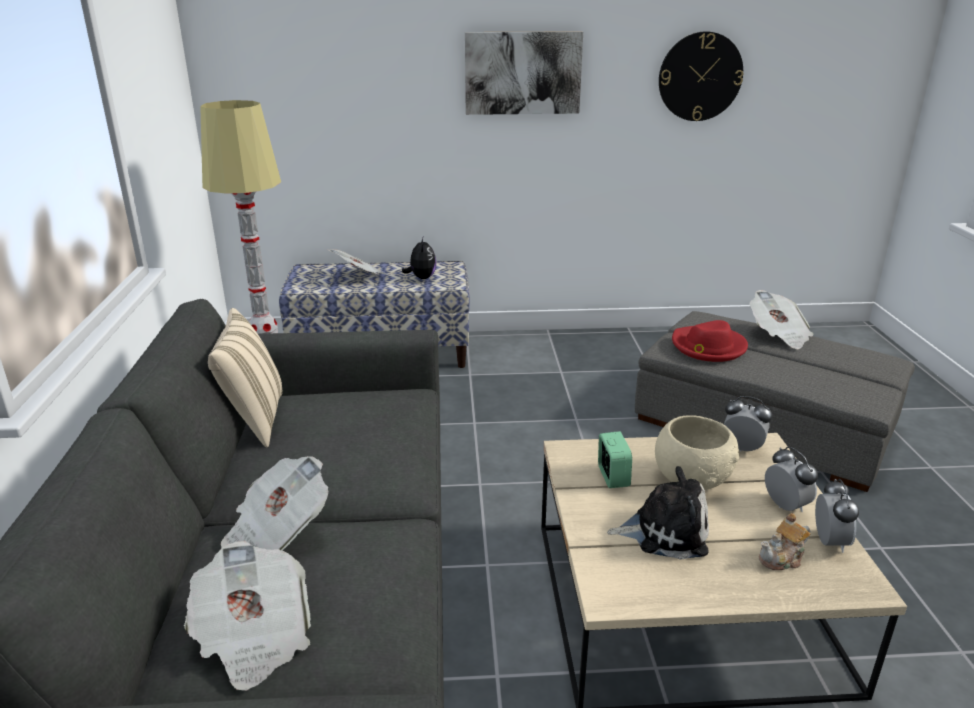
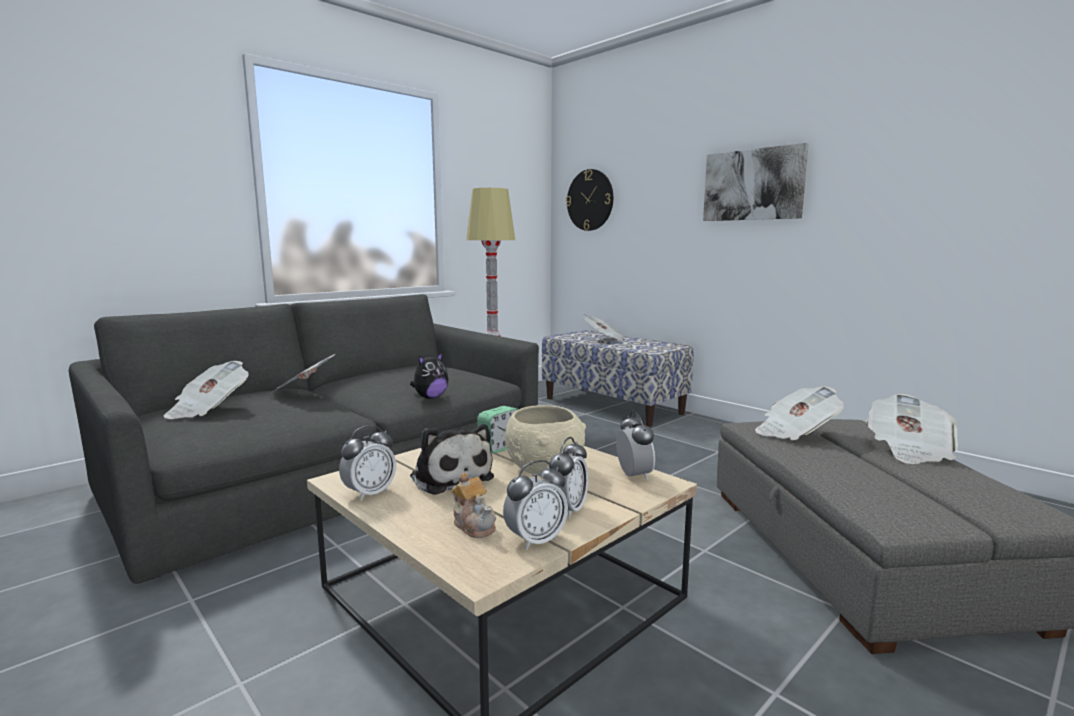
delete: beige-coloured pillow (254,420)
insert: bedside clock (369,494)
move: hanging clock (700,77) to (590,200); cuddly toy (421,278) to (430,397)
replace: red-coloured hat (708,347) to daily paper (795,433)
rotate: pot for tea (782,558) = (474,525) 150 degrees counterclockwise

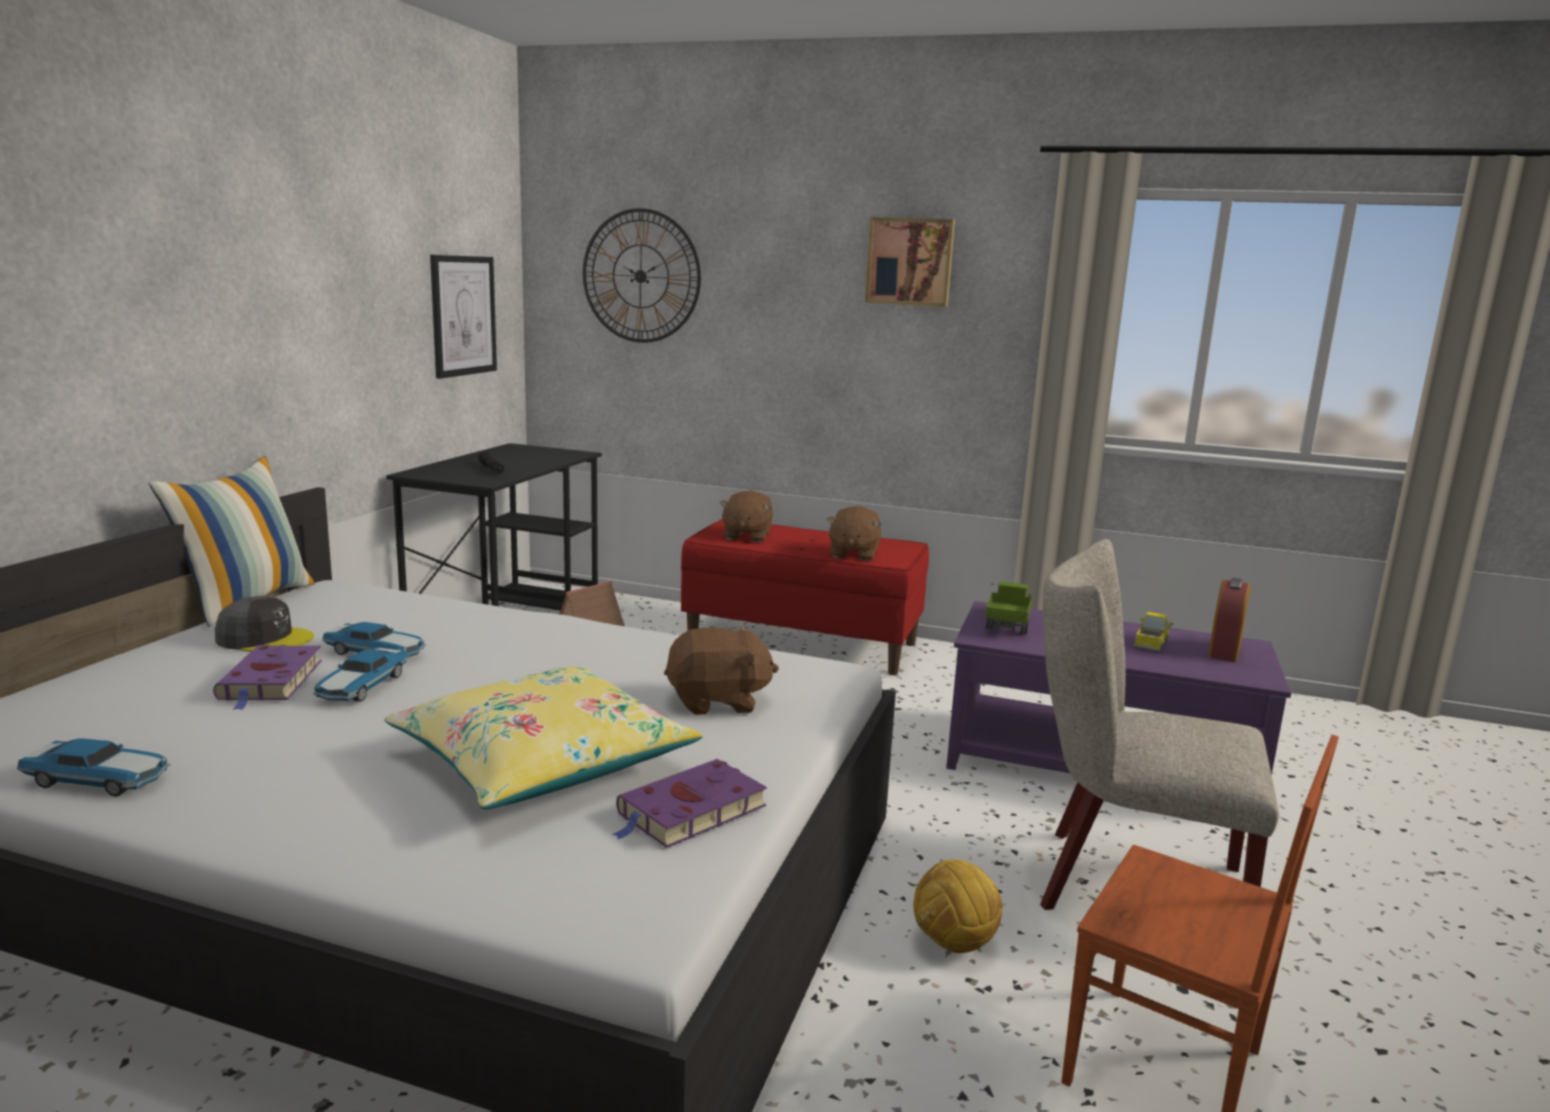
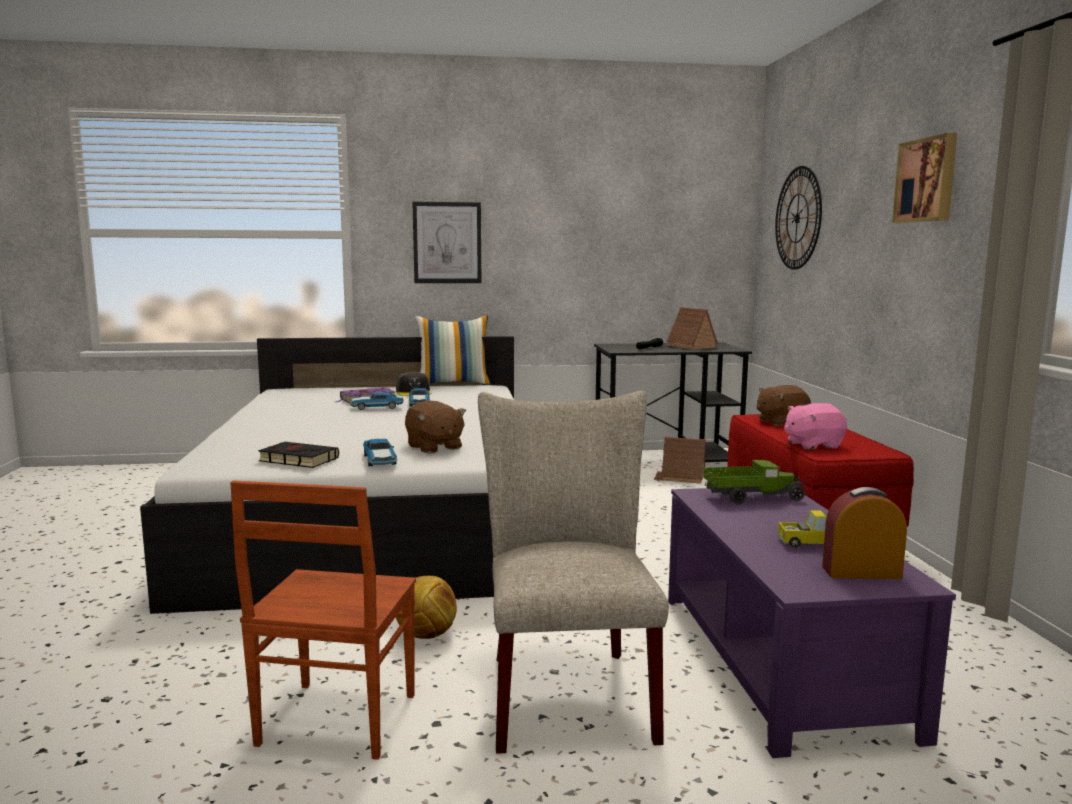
delete: yellow-coloured pillow (542,761)
insert: model house (689,346)
move: picture (463,315) to (447,242); miniature car (100,780) to (380,460)
recolor: brownish cuddly toy (853,554) to pinkish cuddly toy (812,445); purple bound book (689,812) to blackish bound book (296,459)

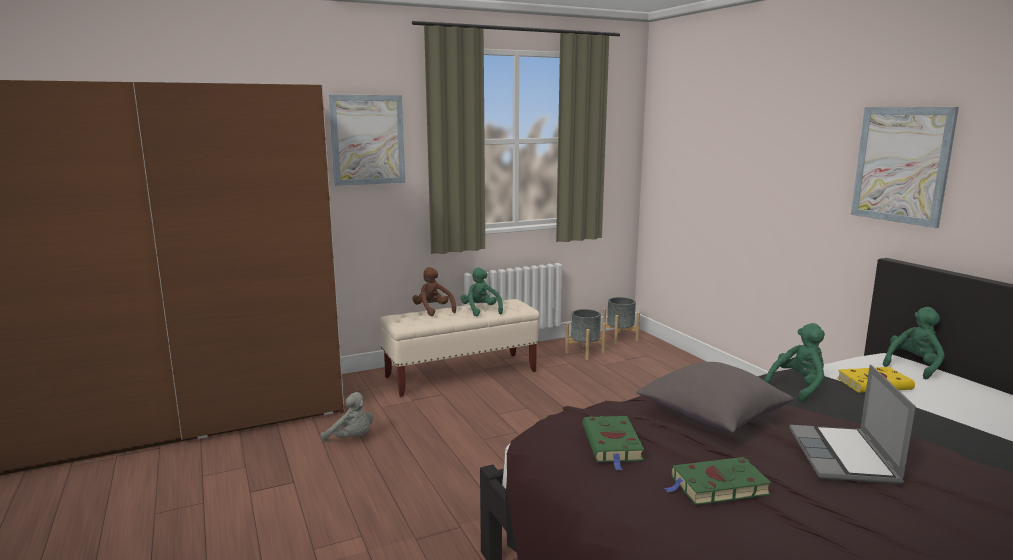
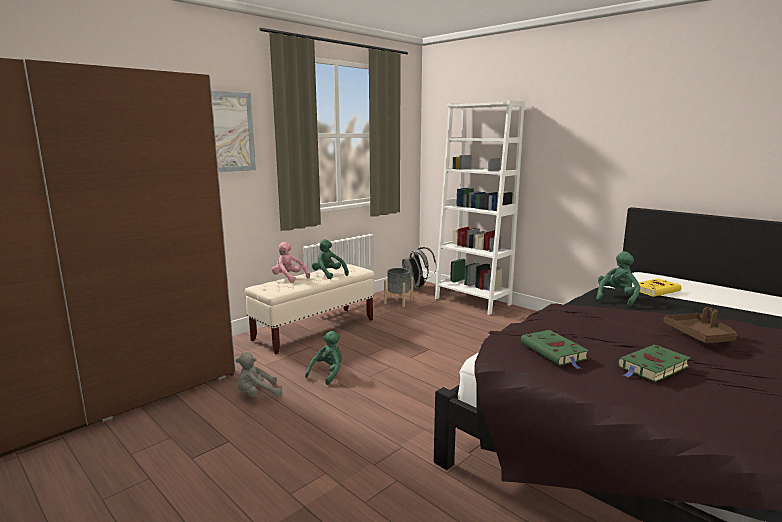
delete: picture (901,165); grey pillow (711,417)
insert: white shelving unit (472,301)
move: green cuddly toy (913,366) to (327,373)
replace: grey flower pot (620,338) to grey knapsack (416,288); portable computer (844,457) to brownish carrying tray (699,335)
recolor: brownish cuddly toy (433,310) to pinkish cuddly toy (289,278)
rotate: grey cuddly toy (352,438) = (257,395) 150 degrees clockwise

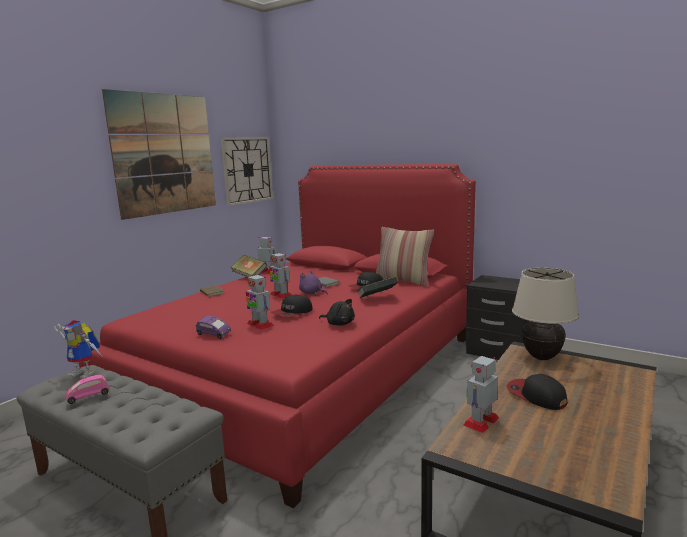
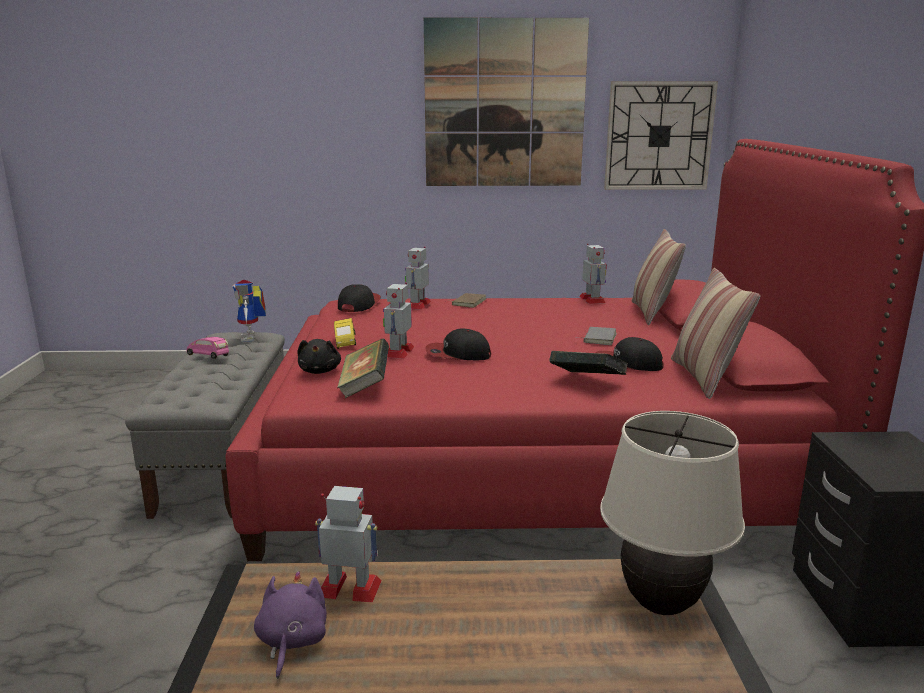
insert: pillow (652,313)
move: robot figure (281,295) to (417,305); bound book (249,276) to (364,387); purple cuddly toy (312,293) to (291,642); blackish cuddly toy (339,323) to (320,371); baseball cap (536,396) to (358,304)
recolor: purple miniature car (213,335) to yellow-coloured miniature car (344,343)

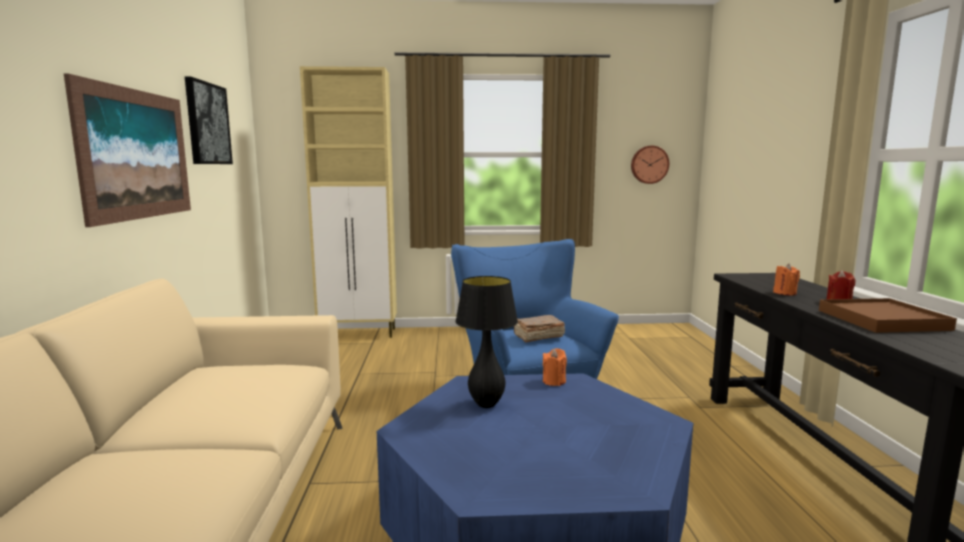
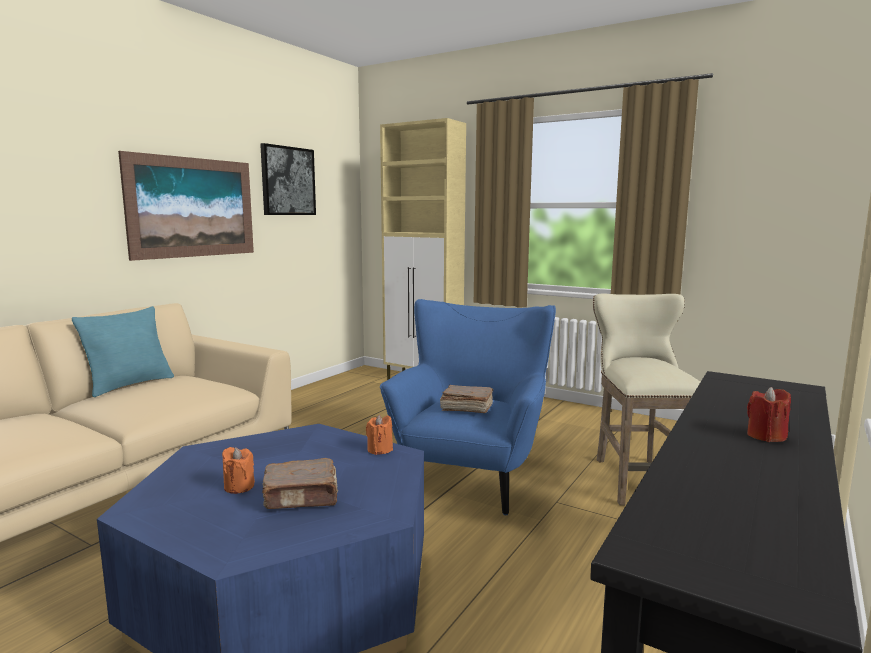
delete: hanging clock (649,164); blackish lamp for a table (486,404); brownish carrying tray (882,320)
insert: beige-coloured sitting stool (638,478); turquoise pillow (130,385); brownish bound book (302,498)
move: orange-coloured wax light (784,293) to (239,487)

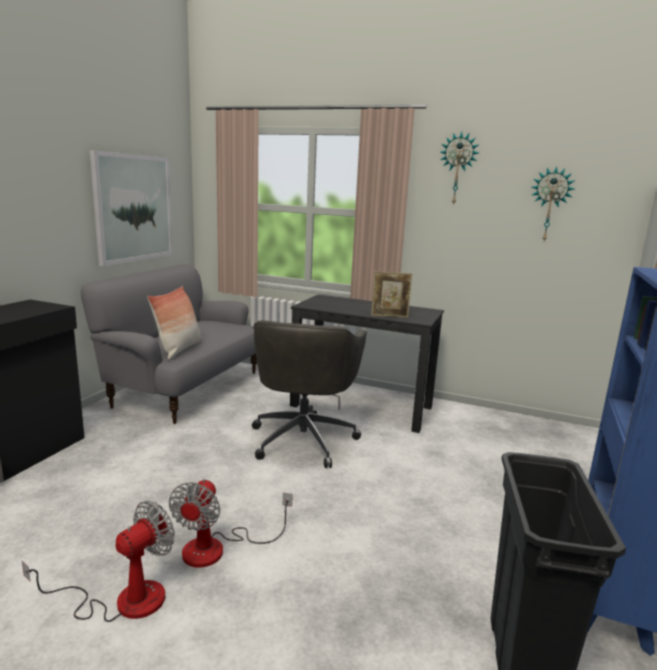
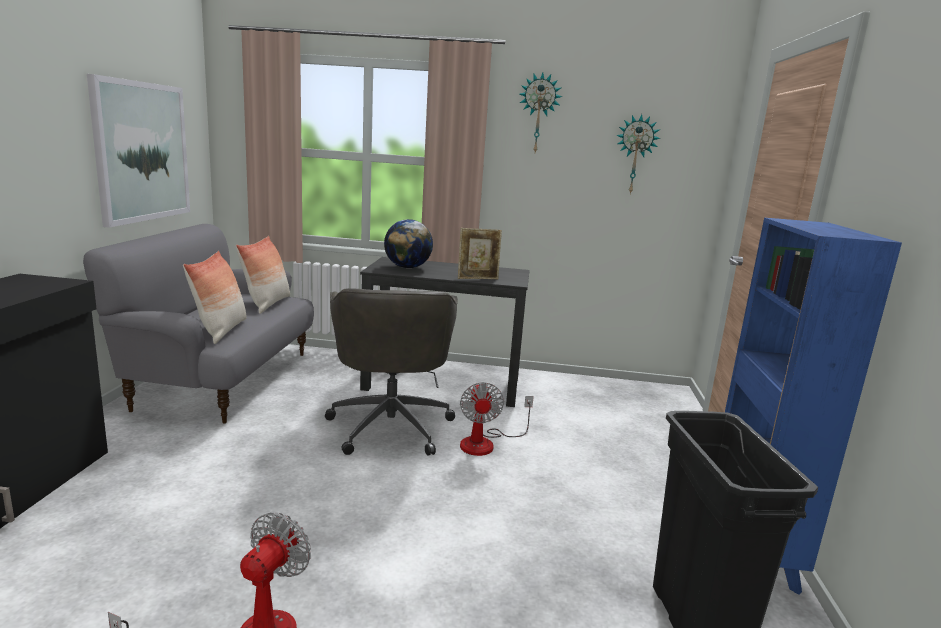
insert: world globe (407,267); pillow (267,304)
move: fan (218,548) to (486,443)

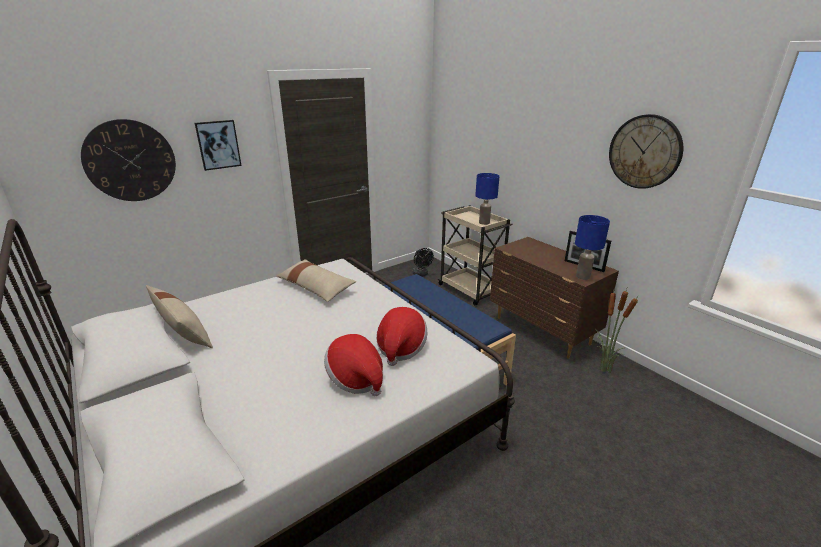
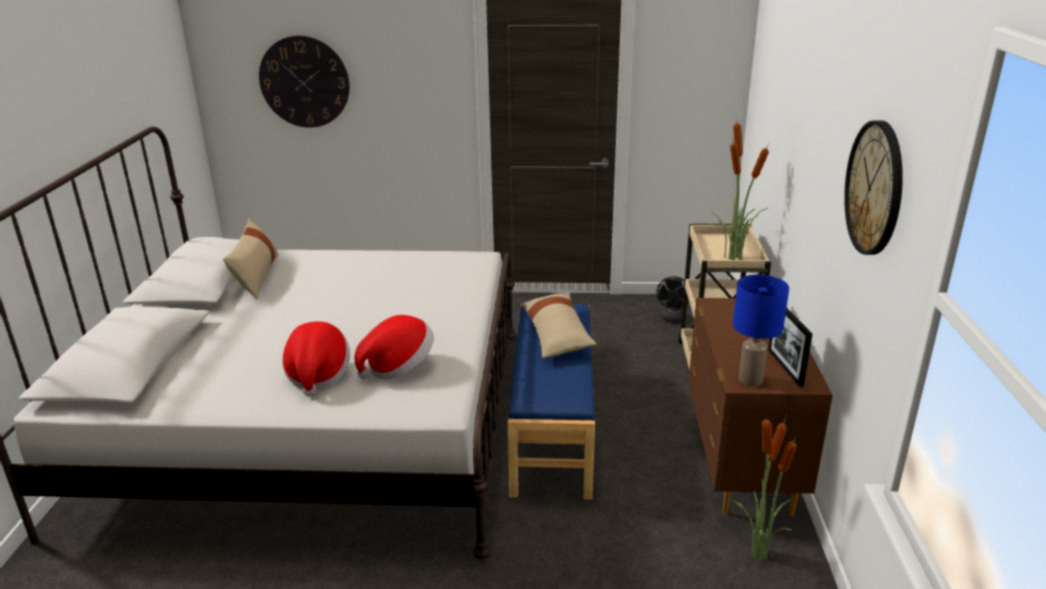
delete: picture (218,144)
move: beige-coloured pillow (316,287) to (556,335)
replace: blue lamp for a table (484,223) to houseplant (733,257)

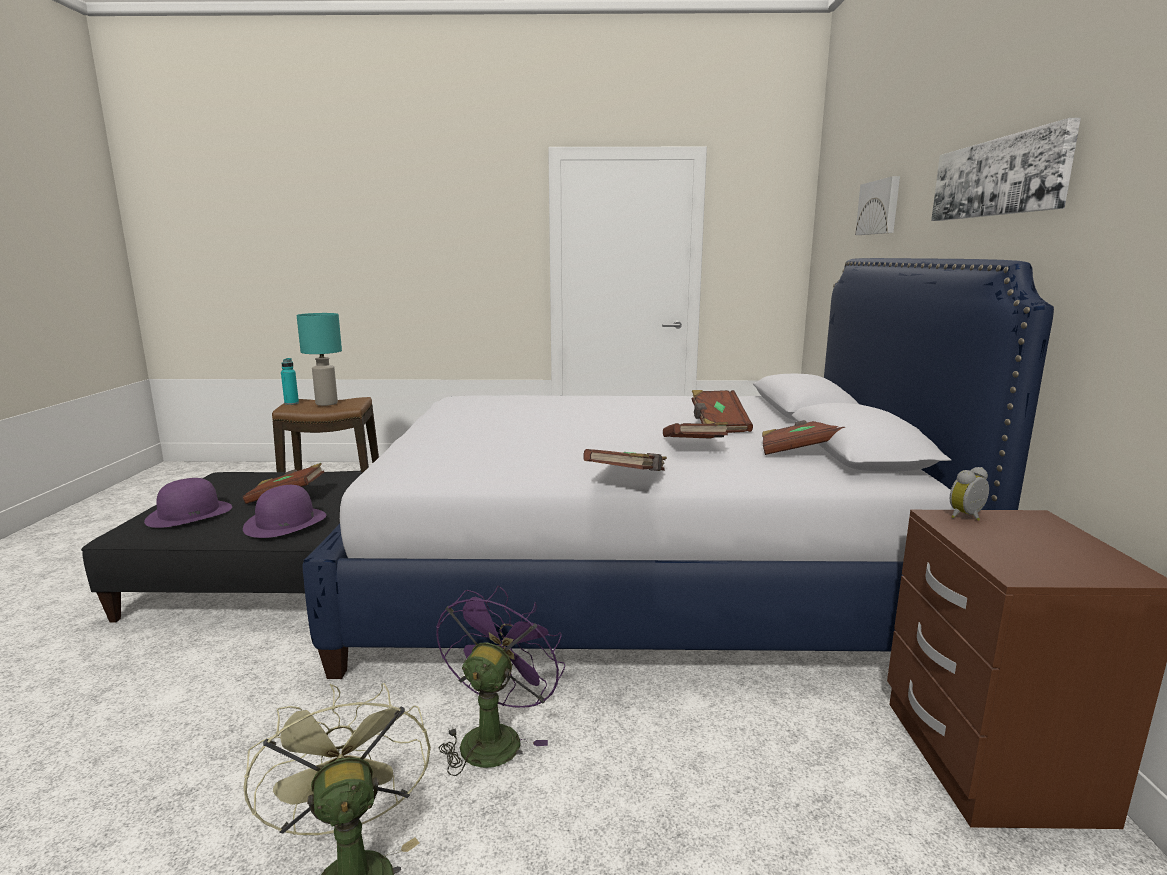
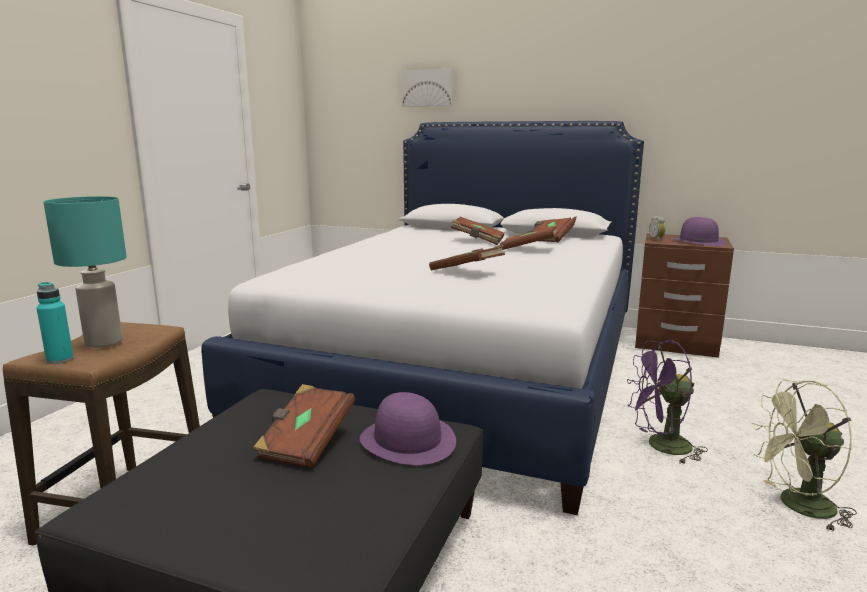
delete: picture (998,178)
move: brownish bound book (628,479) to (467,272); purple hat (189,513) to (698,241)
rotate: purple fan (494,736) = (661,447) 45 degrees counterclockwise

